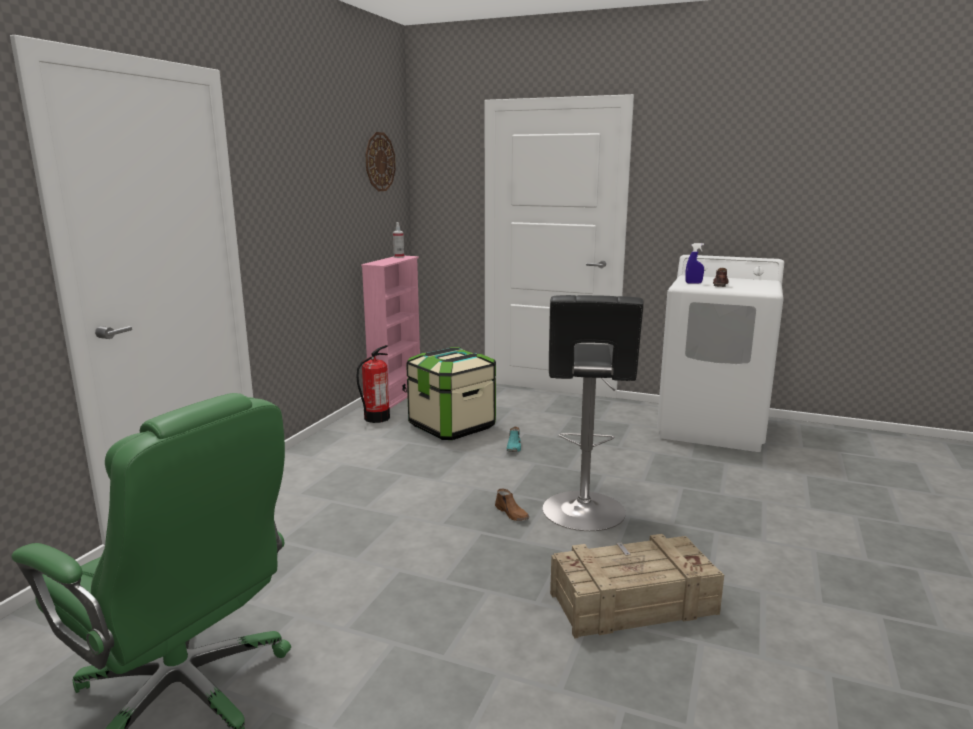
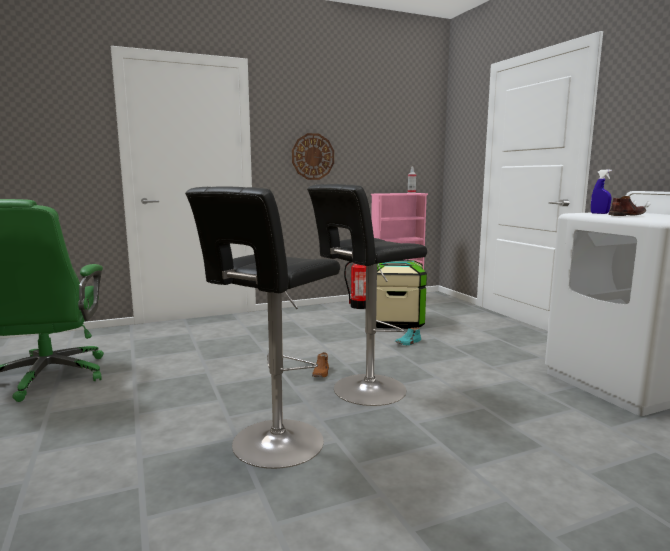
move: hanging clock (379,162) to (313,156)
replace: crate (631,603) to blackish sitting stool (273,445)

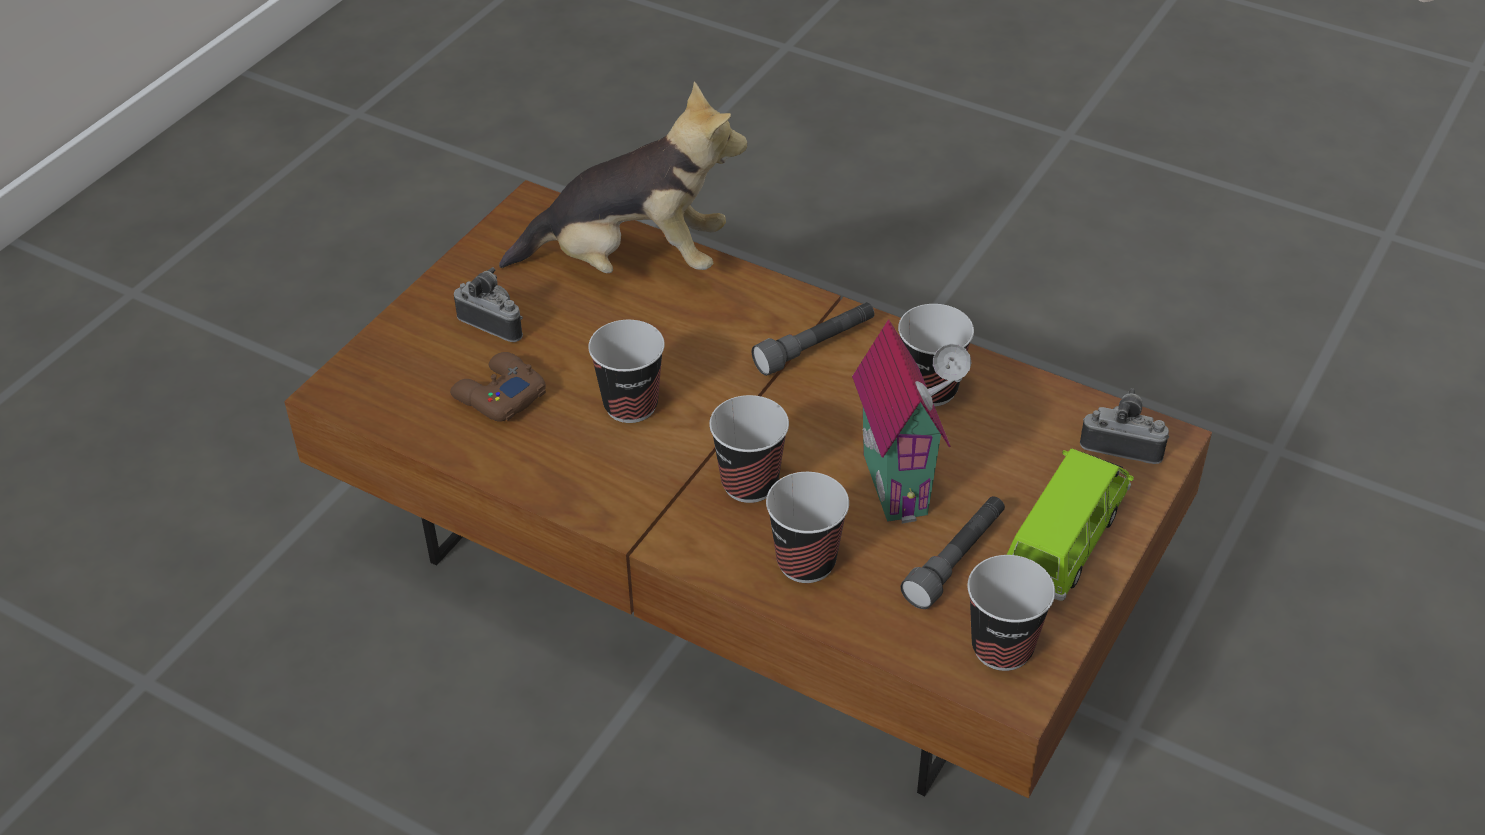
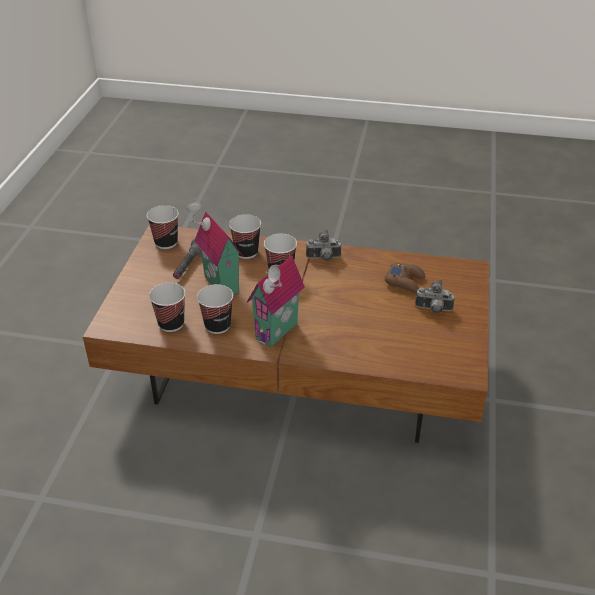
delete: cuddly toy (632,262); green miniature car (1064,542)
move: small cup (631,405) to (171,324); still camera (1122,446) to (323,258)
replace: grey hand torch (815,347) to model house (279,333)

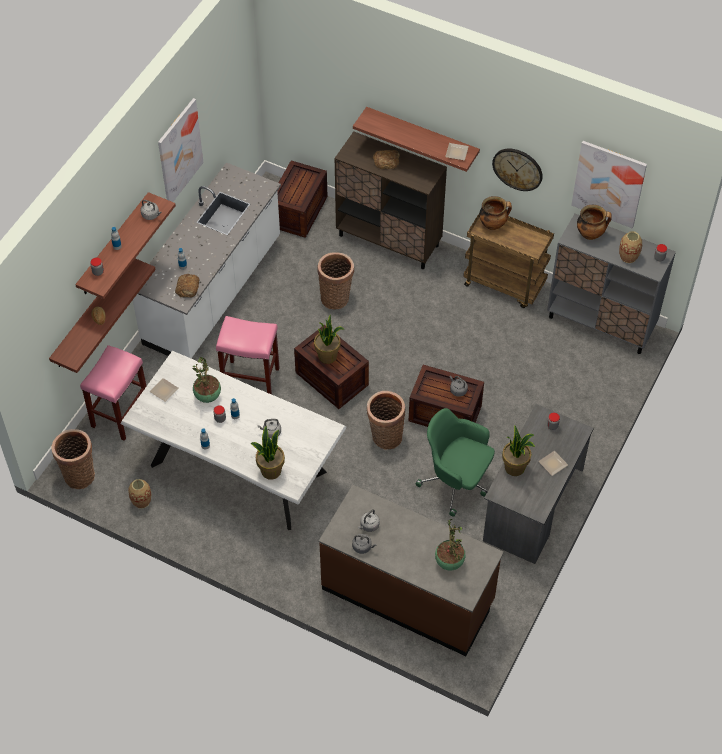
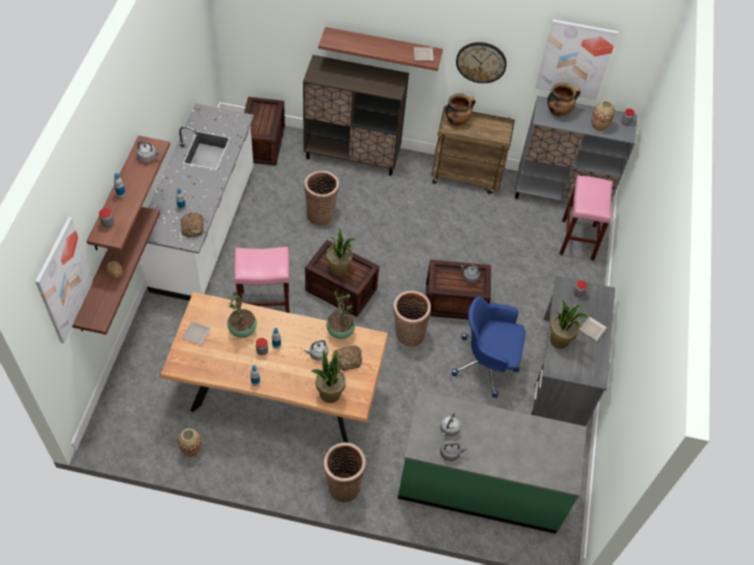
move: picture (179,151) to (63,281); bakery bread (386,161) to (347,359); pinkish sitting stool (120,413) to (577,239); storage basket (79,474) to (343,485); houseplant (449,561) to (340,331)
recolor: white dining table (238,468) to brownish dining table (279,394); green computer chair (456,482) to blue computer chair (487,364); brownish kitchen counter (408,594) to green kitchen counter (481,484)

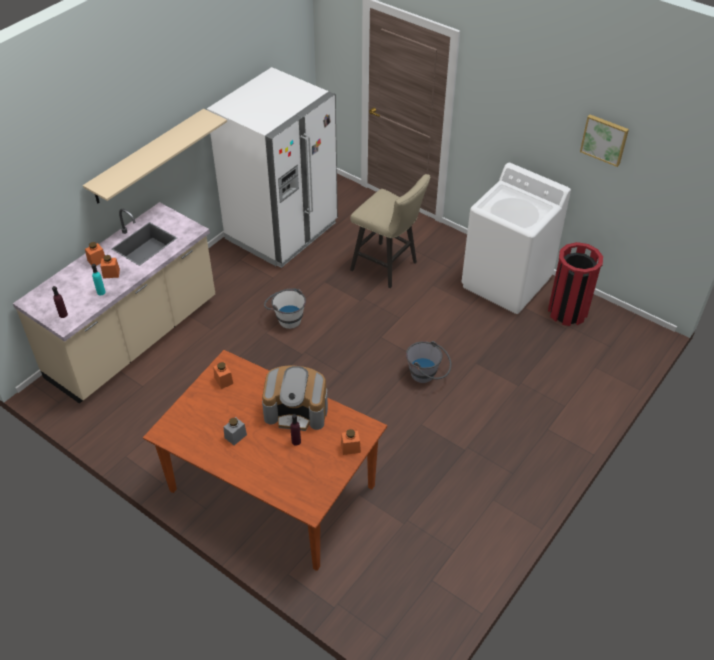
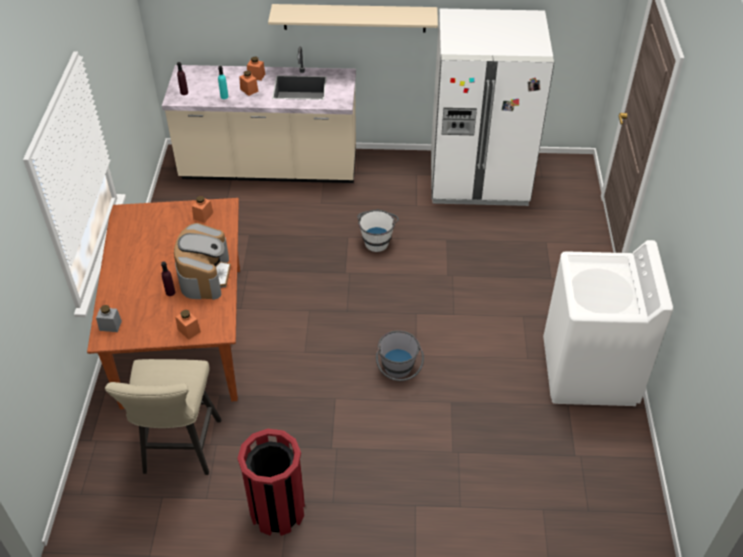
delete: picture (604,139)
move: beige-coloured sitting stool (388,267) to (180,451); red-coloured rubbish bin (567,312) to (277,511); grey preserve jar (235,436) to (110,325)
rotate: coffee brewer (297,411) = (204,275) 150 degrees counterclockwise

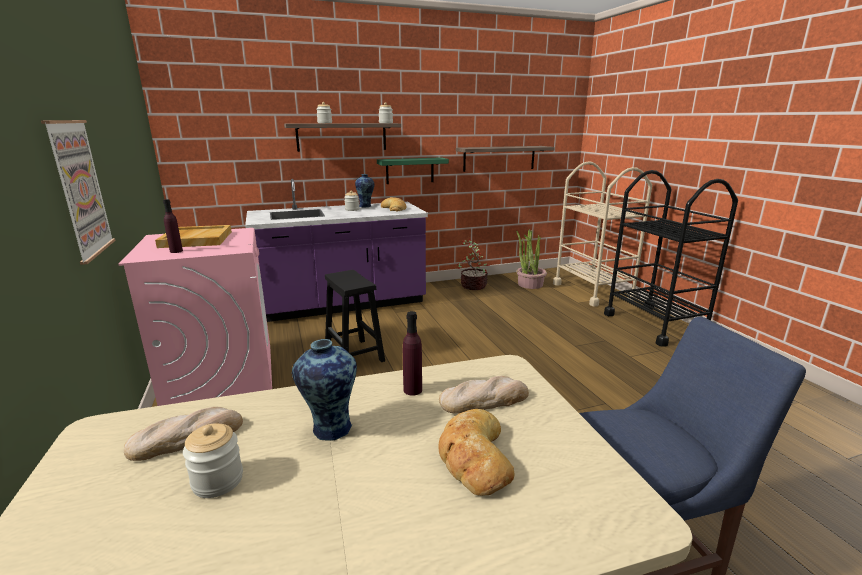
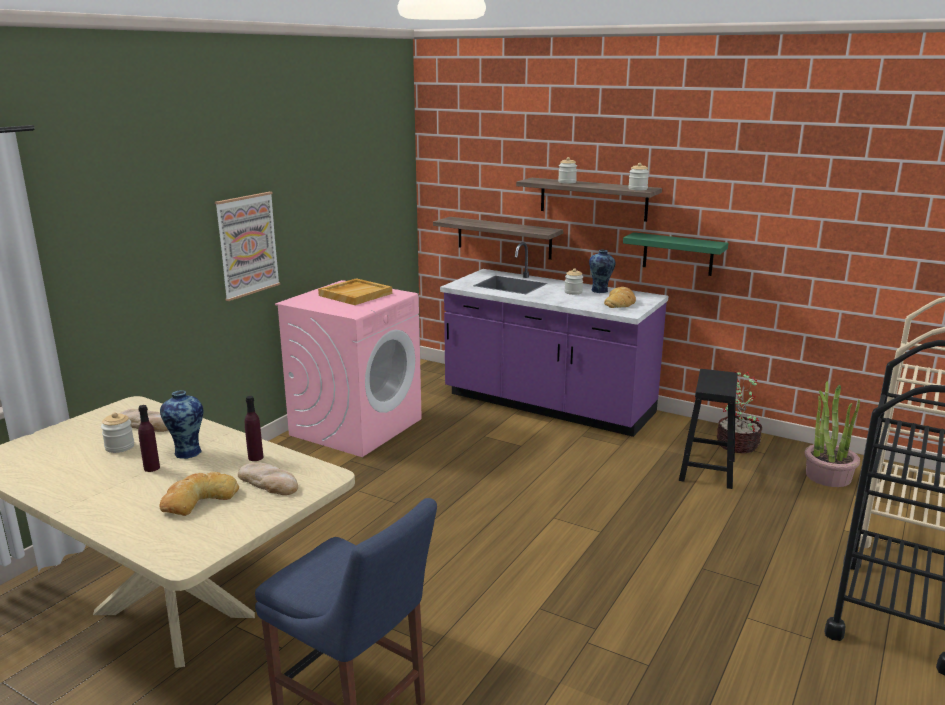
move: bracket shelf (499,158) to (504,238); purple drink bottle (176,251) to (152,468); blackish sitting stool (355,355) to (707,470)

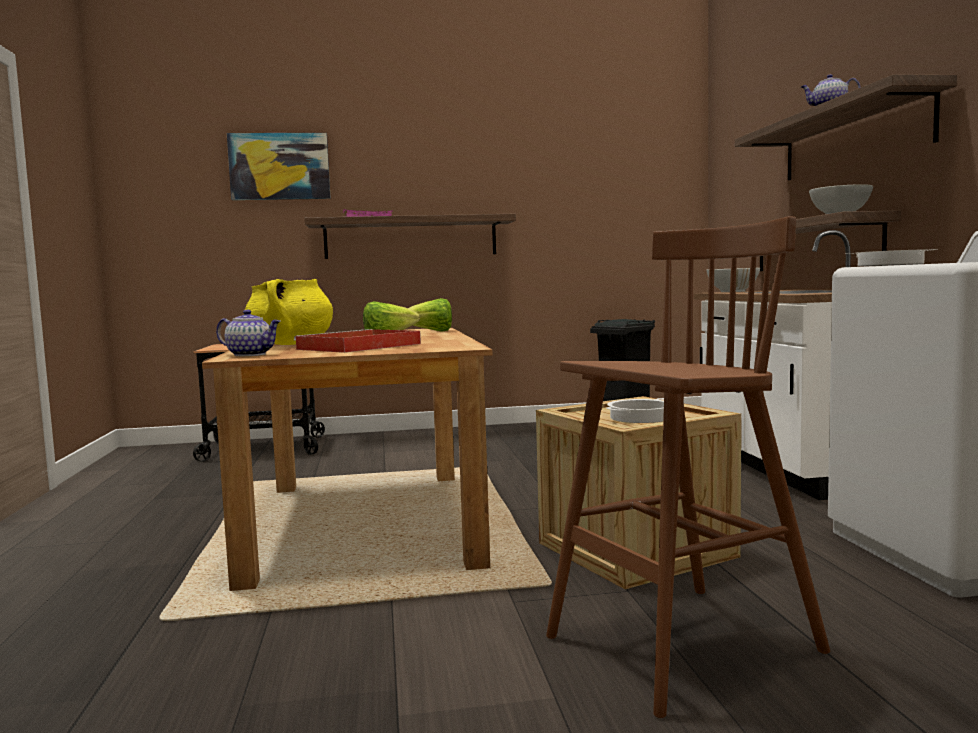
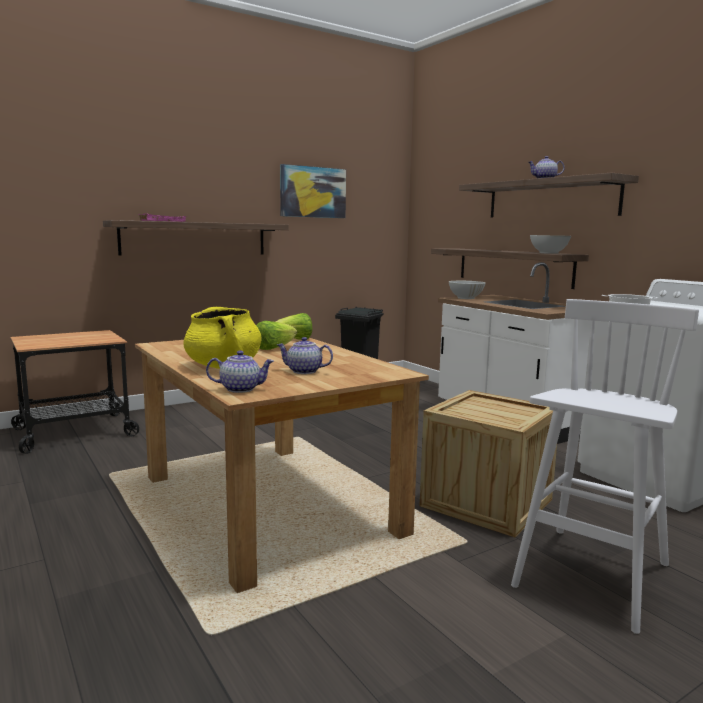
delete: saucepot (640,418)
move: picture (279,166) to (313,192)
replace: red-coloured carrying tray (357,347) to pot for tea (303,371)
recolor: brownish sitting stool (679,646) to white sitting stool (591,577)

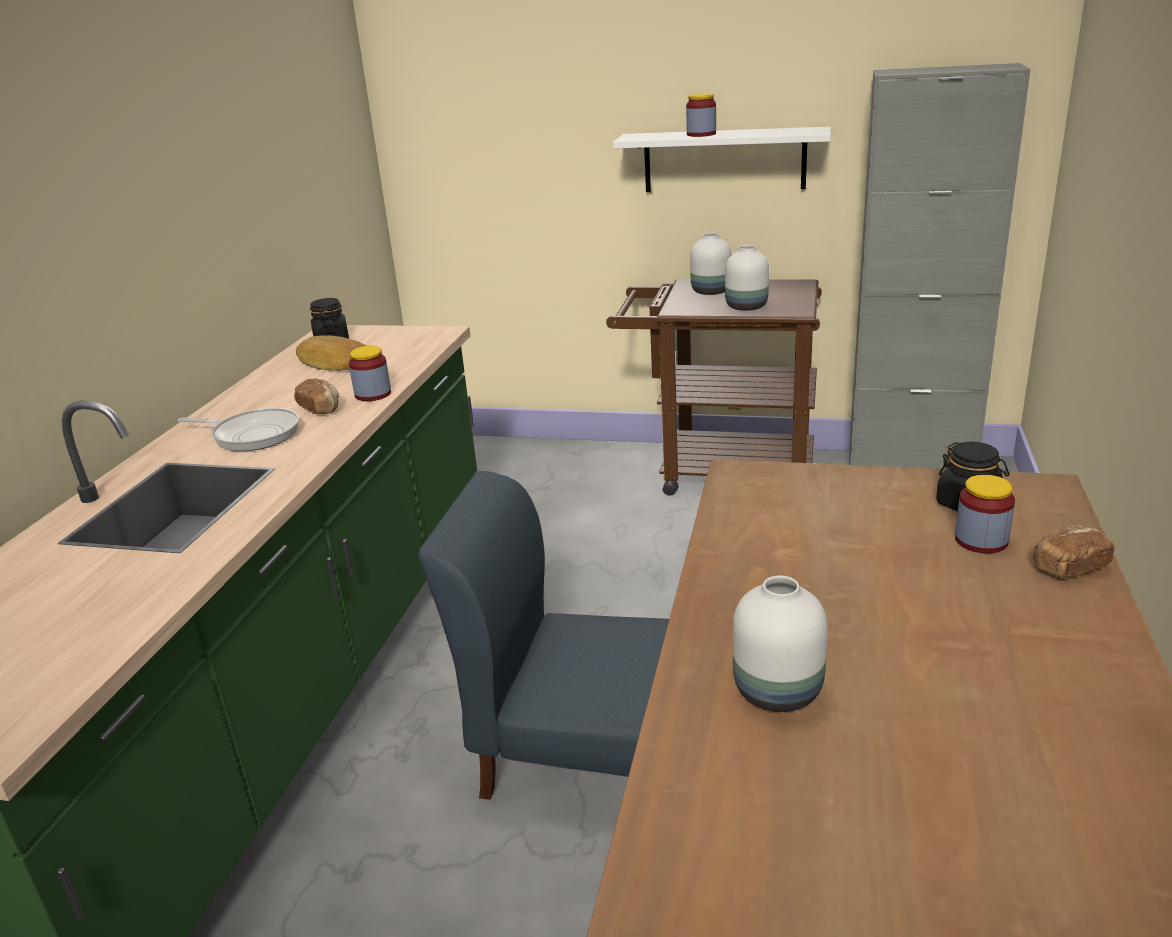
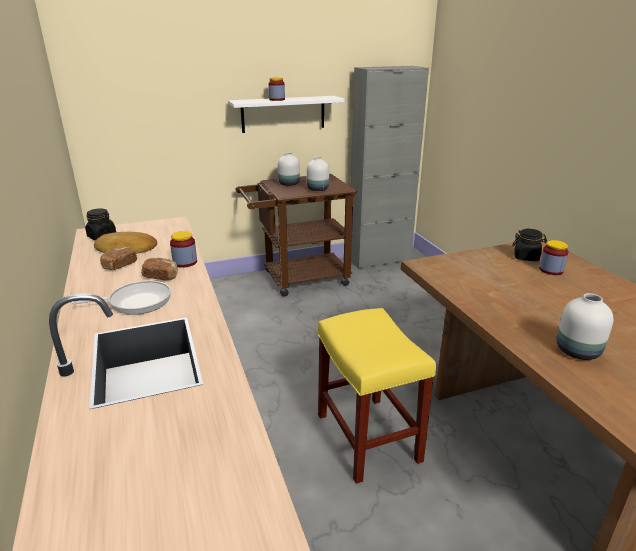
move: bakery bread (1068,567) to (119,265)
replace: blue chair (577,753) to yellow-coloured sitting stool (366,436)

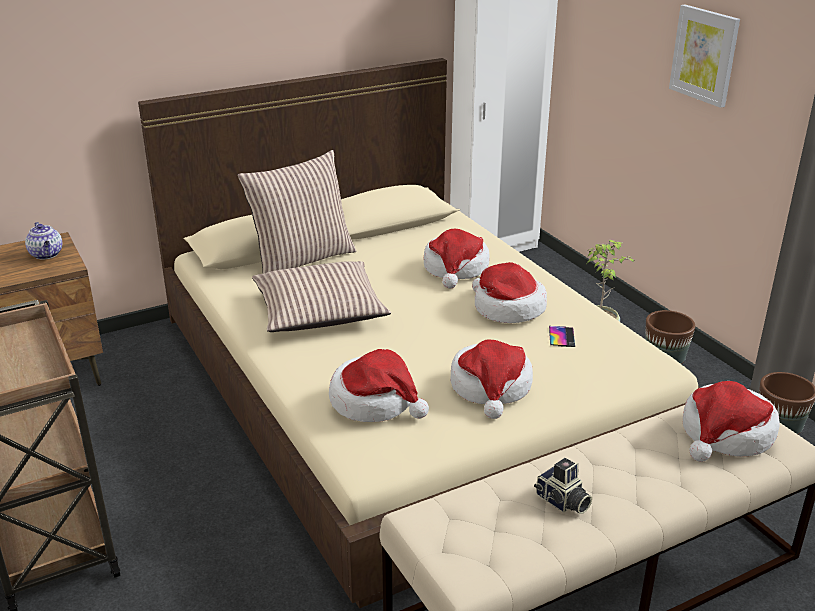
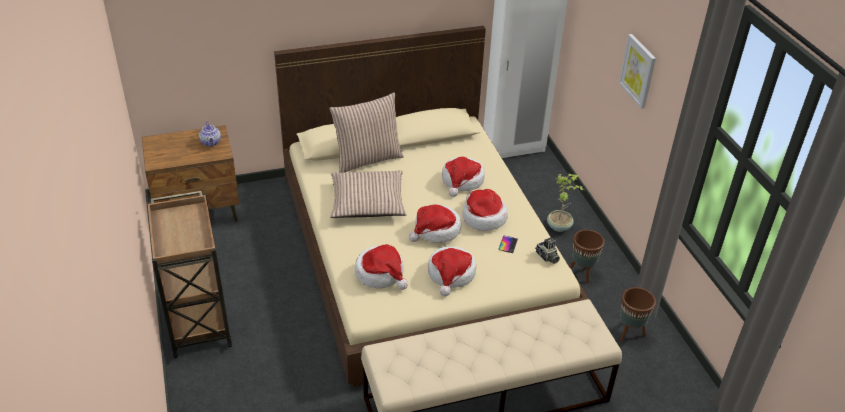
move: hat (725,434) to (436,230); still camera (562,502) to (547,257)

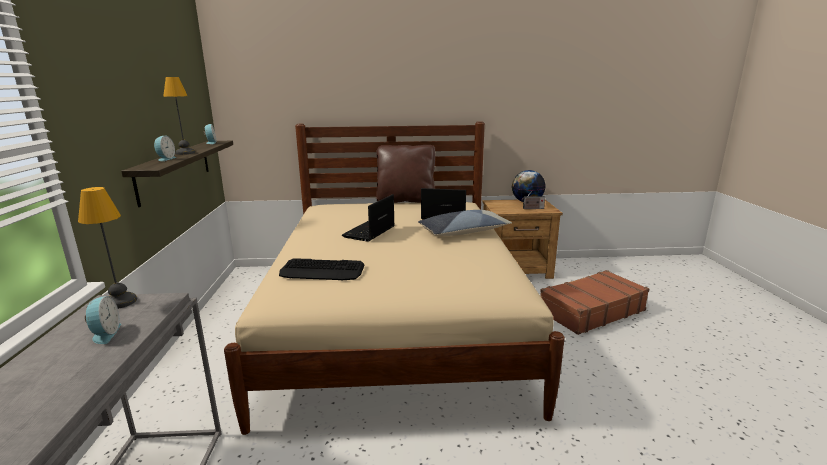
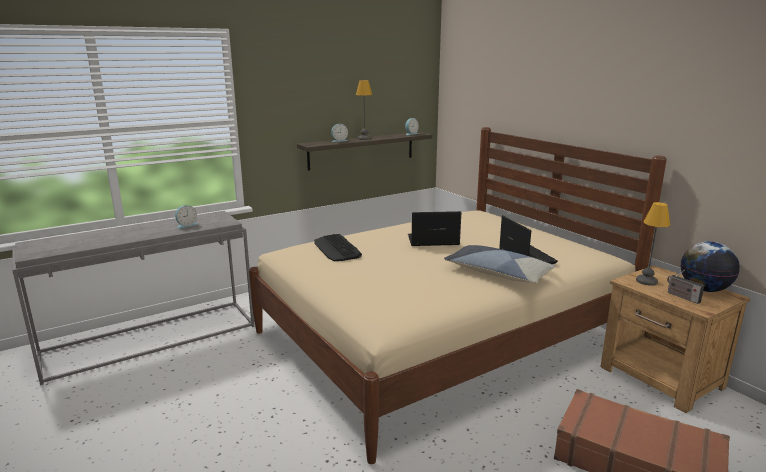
delete: brownish pillow (405,200)
move: lamp for a table (120,301) to (646,281)

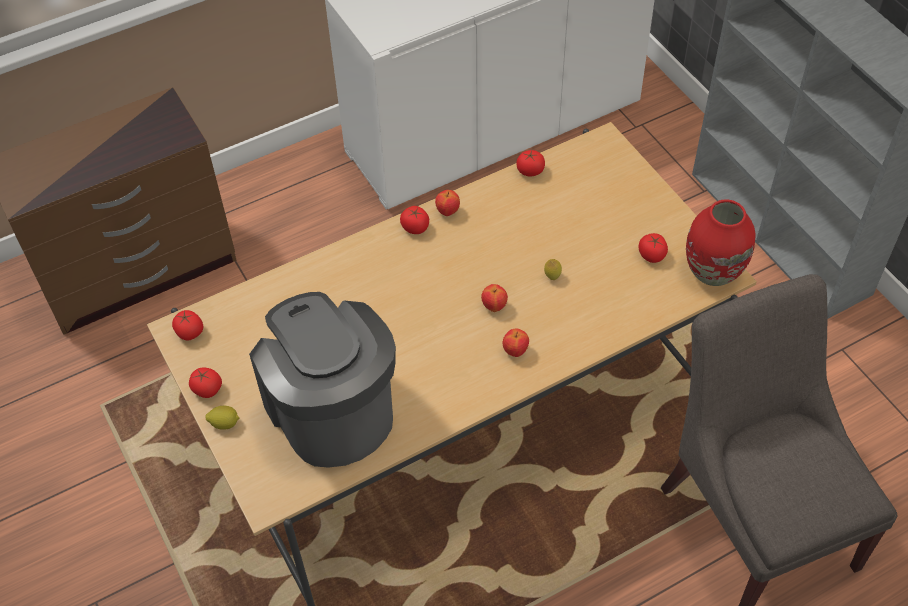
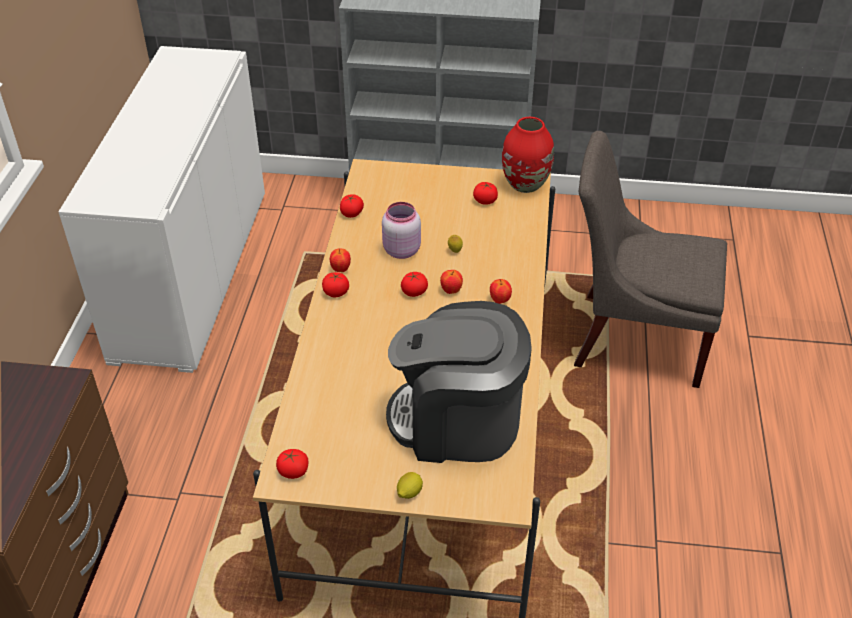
insert: pinkish preserve jar (400,250)
move: whole tomato (207,389) to (414,292)

